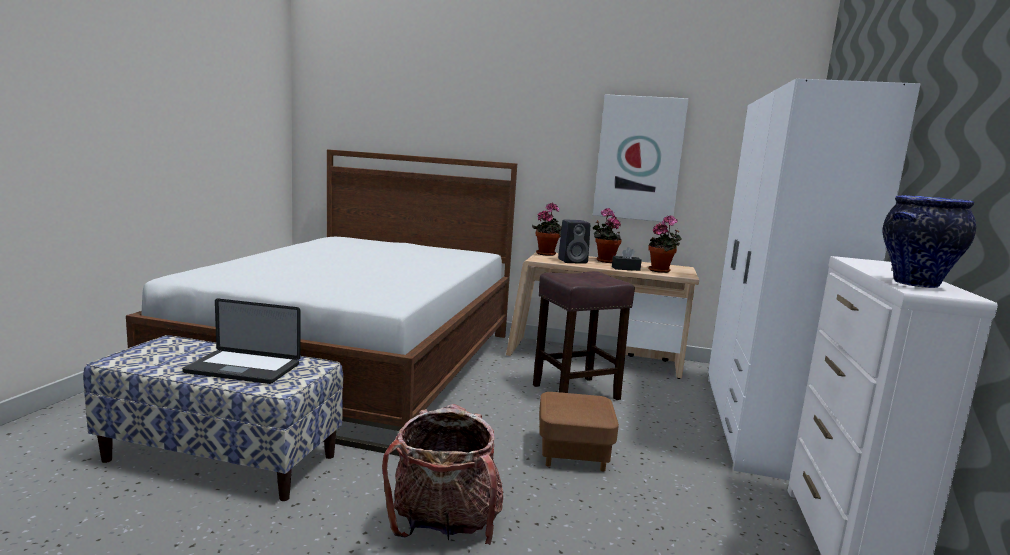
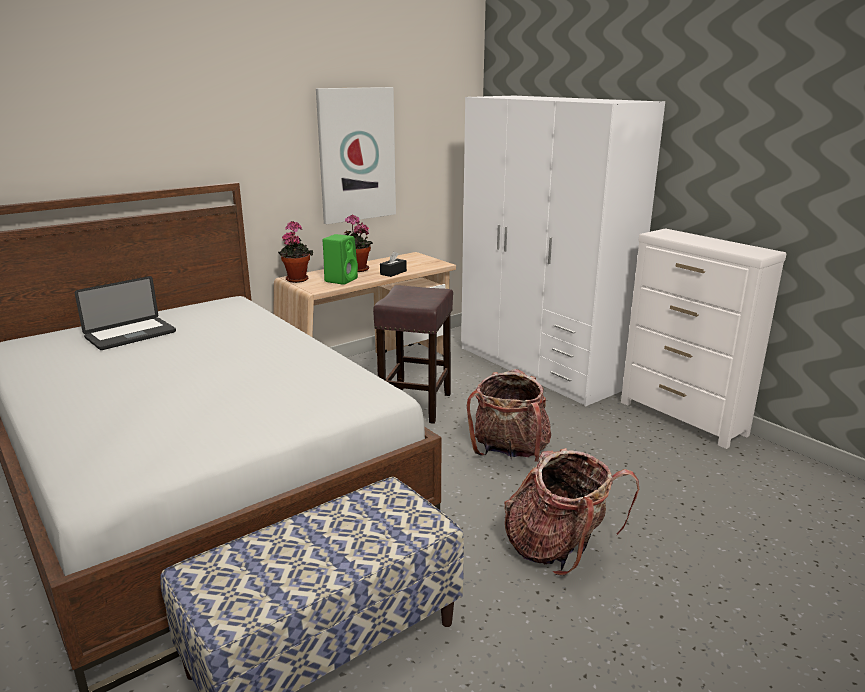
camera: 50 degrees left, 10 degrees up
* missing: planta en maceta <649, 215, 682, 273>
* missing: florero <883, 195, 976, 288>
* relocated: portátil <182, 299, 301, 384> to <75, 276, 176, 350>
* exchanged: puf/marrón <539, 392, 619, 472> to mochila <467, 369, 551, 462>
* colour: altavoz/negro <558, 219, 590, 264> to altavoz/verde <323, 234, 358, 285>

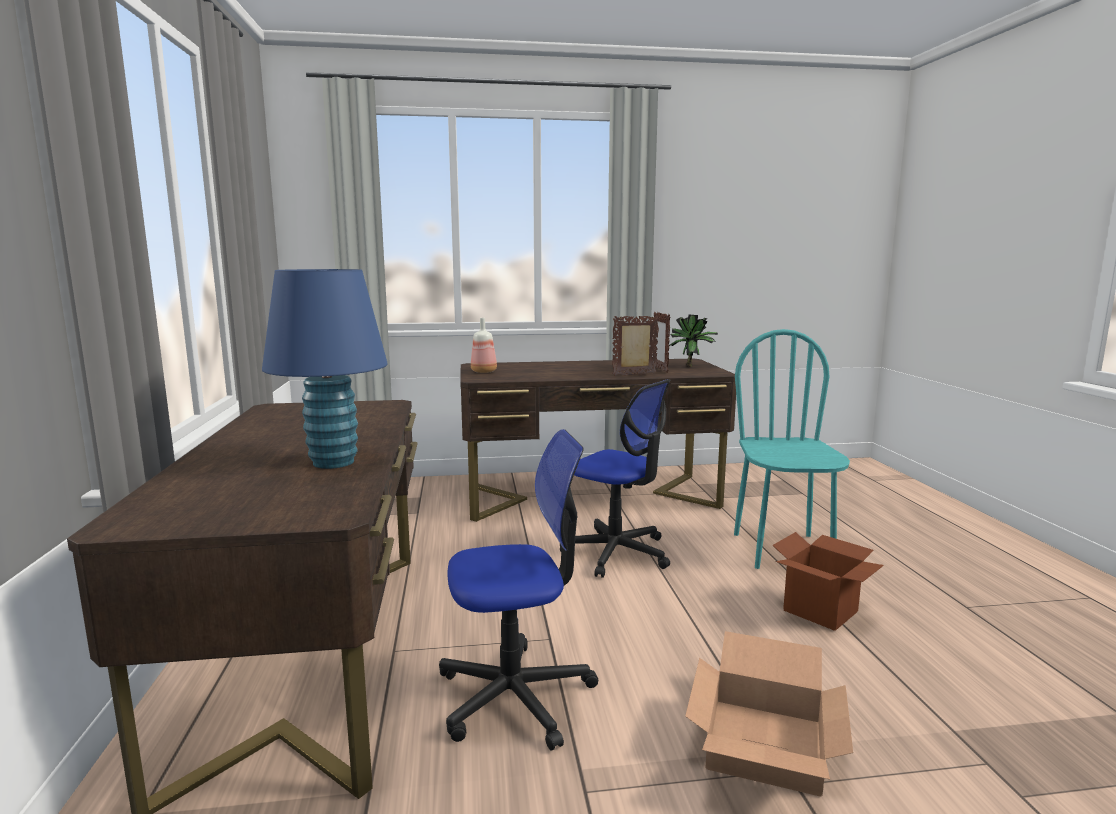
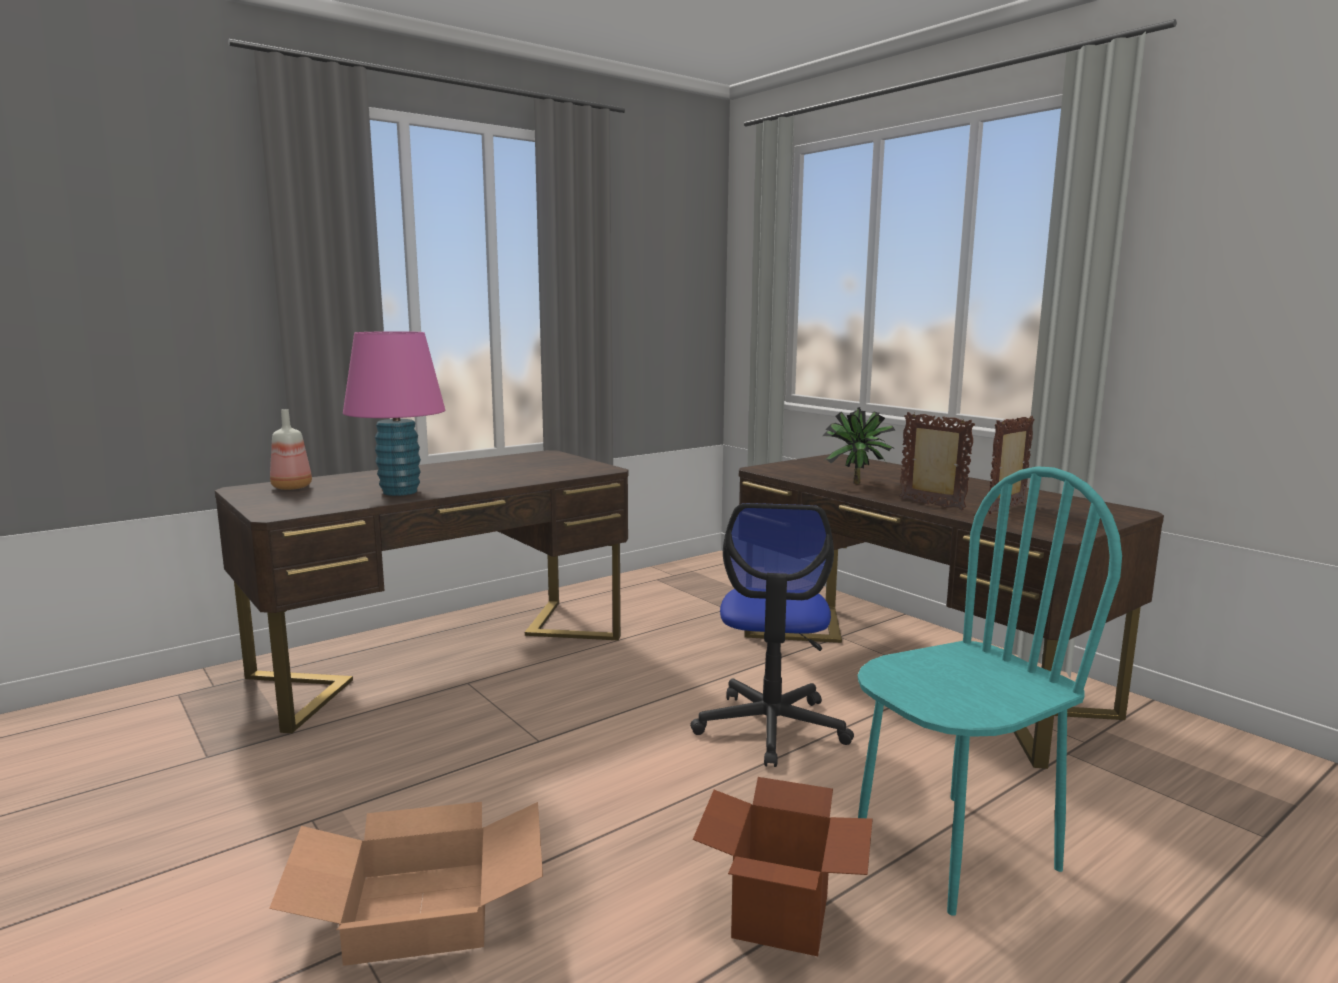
camera: 60 degrees right, 0 degrees up
* missing: silla de oficina <439, 429, 598, 750>
* relocated: botella <471, 318, 497, 373> to <270, 409, 312, 490>
* relocated: planta en maceta <669, 314, 718, 367> to <823, 407, 895, 484>
* colour: lámpara de mesa/azul <262, 269, 388, 469> to lámpara de mesa/rosa <343, 331, 445, 496>

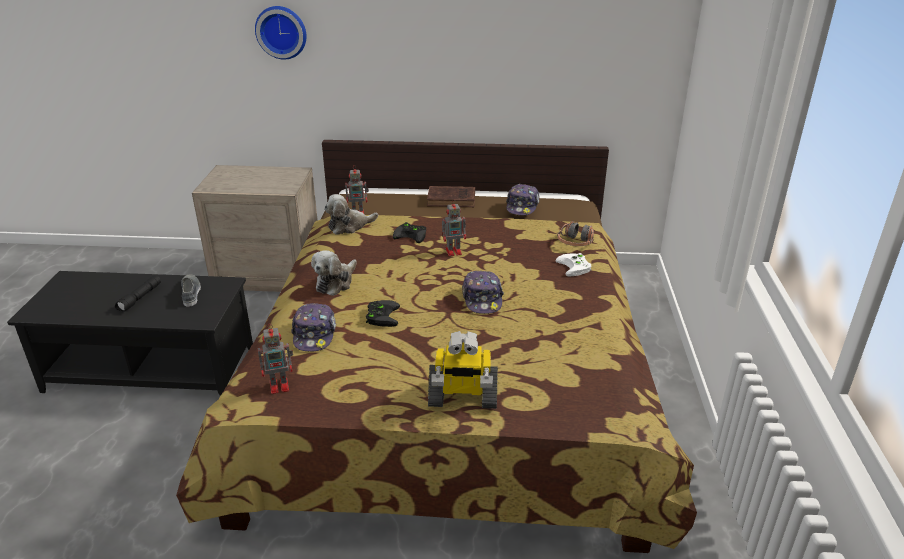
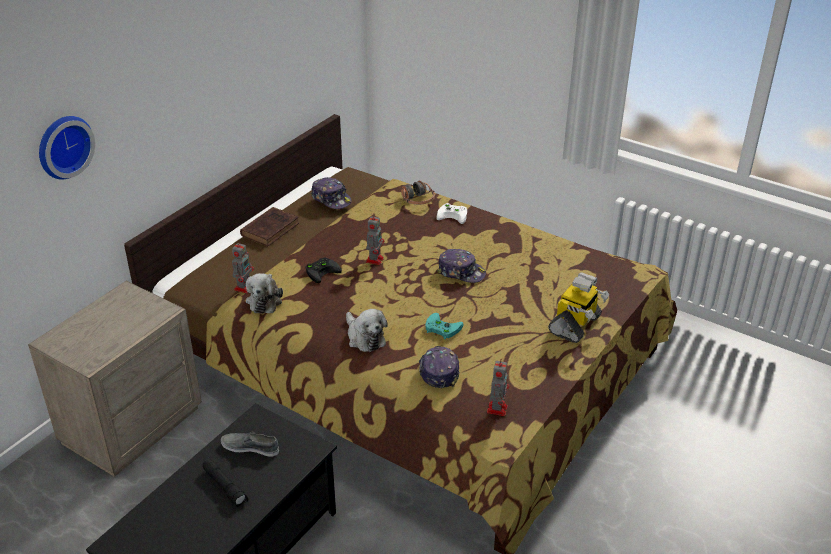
camera: 60 degrees left, 5 degrees up
* colour: mando de consola/negro <366, 300, 400, 327> to mando de consola/turquesa <425, 313, 463, 339>
* spun: gorra <291, 303, 336, 352> = <419, 346, 460, 388> 120 degrees counterclockwise

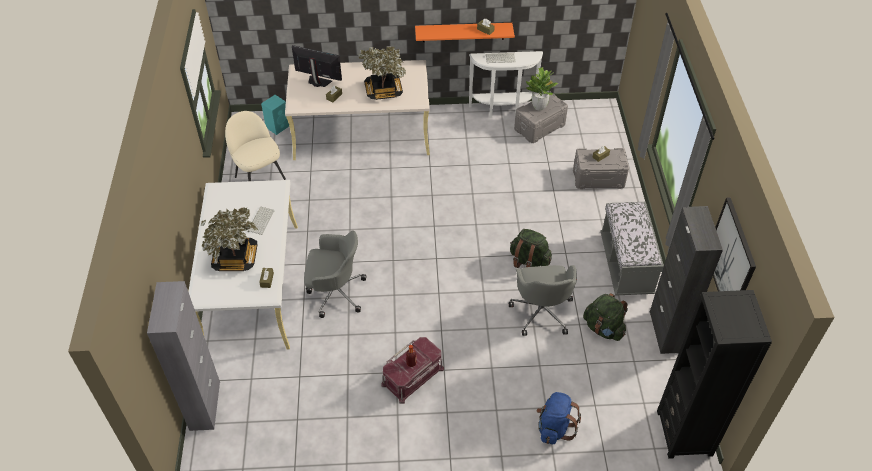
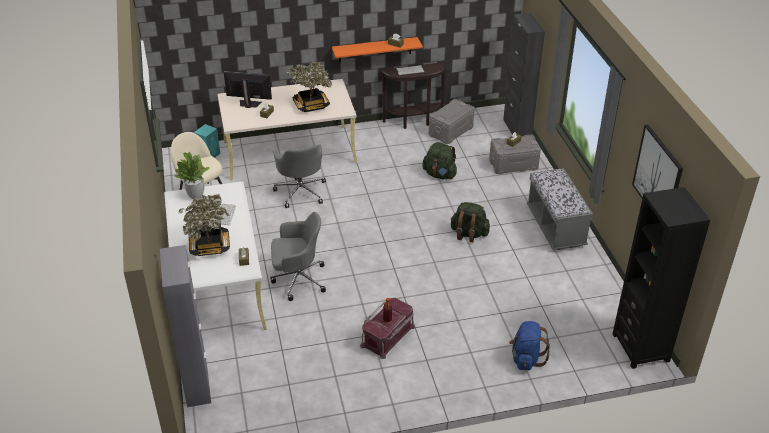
camera: 10 degrees left, 10 degrees down
* relocated: silla de oficina/gris <509, 265, 577, 336> to <273, 145, 326, 208>
* relocated: planta en maceta <526, 67, 558, 111> to <175, 152, 210, 199>
* relocated: mochila/verde <583, 293, 628, 341> to <422, 142, 457, 179>
* relocated: armario/negro <650, 206, 723, 354> to <503, 12, 545, 137>
* colour: mesa consola/blanco <469, 51, 543, 118> to mesa consola/marrón <381, 62, 446, 129>

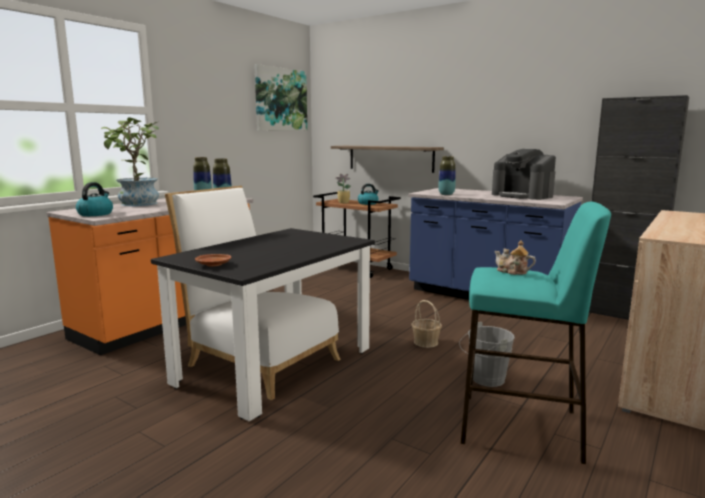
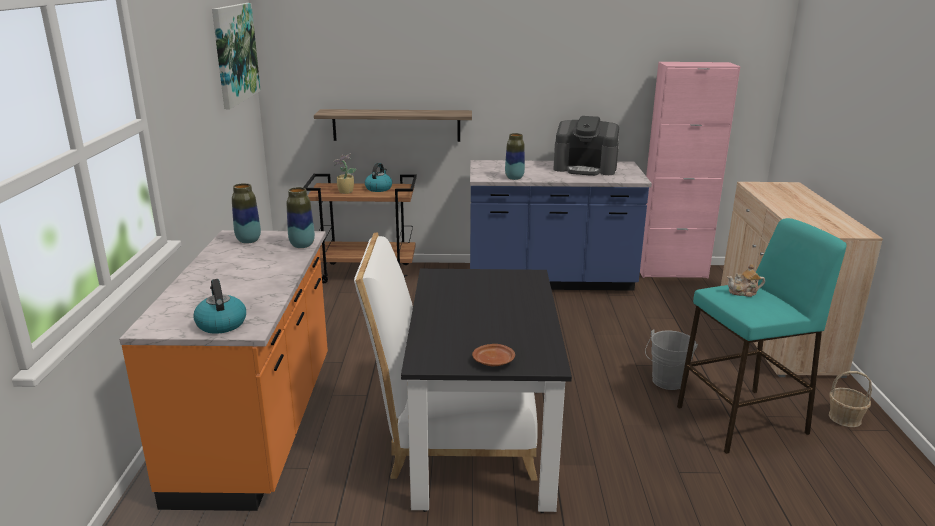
camera: 35 degrees left, 10 degrees up
* missing: planta en maceta <101, 117, 159, 206>
* relocated: cesta <411, 300, 442, 348> to <829, 371, 872, 427>
* colour: armario/negro <589, 95, 689, 320> to armario/rosa <640, 62, 740, 279>

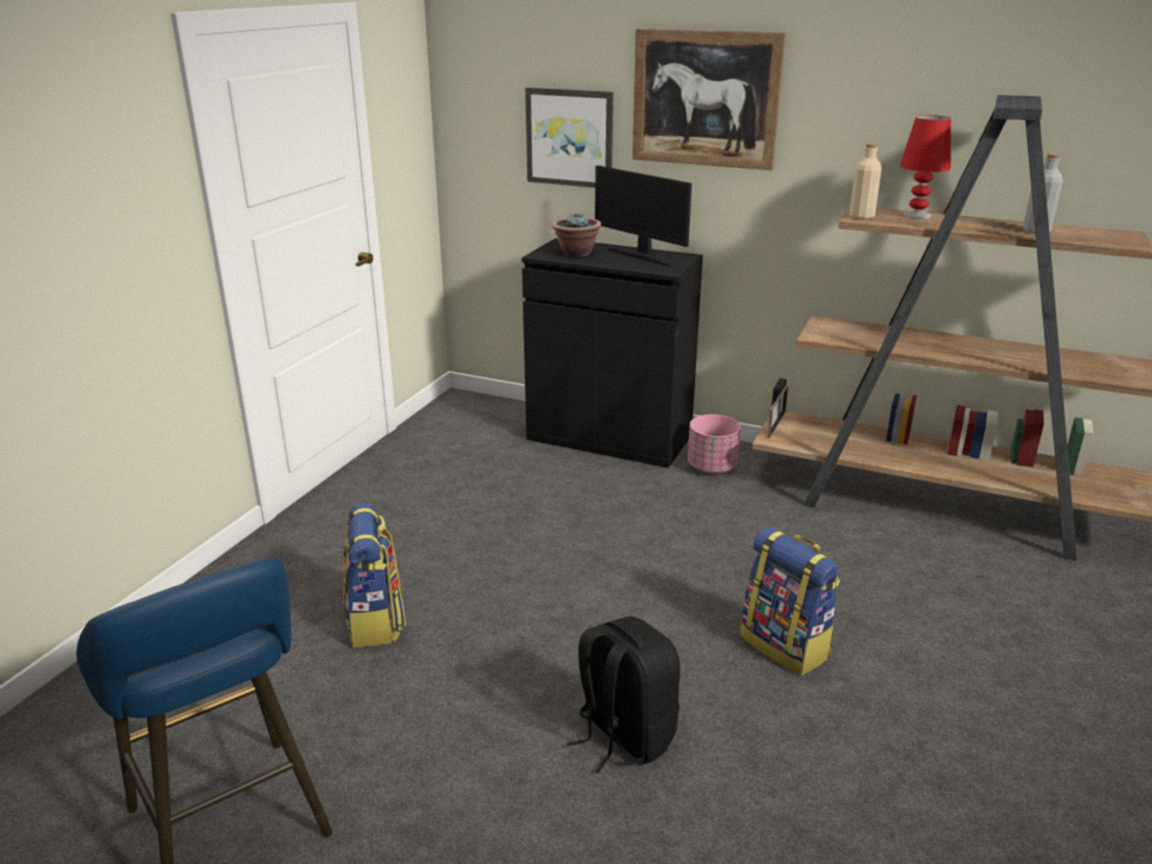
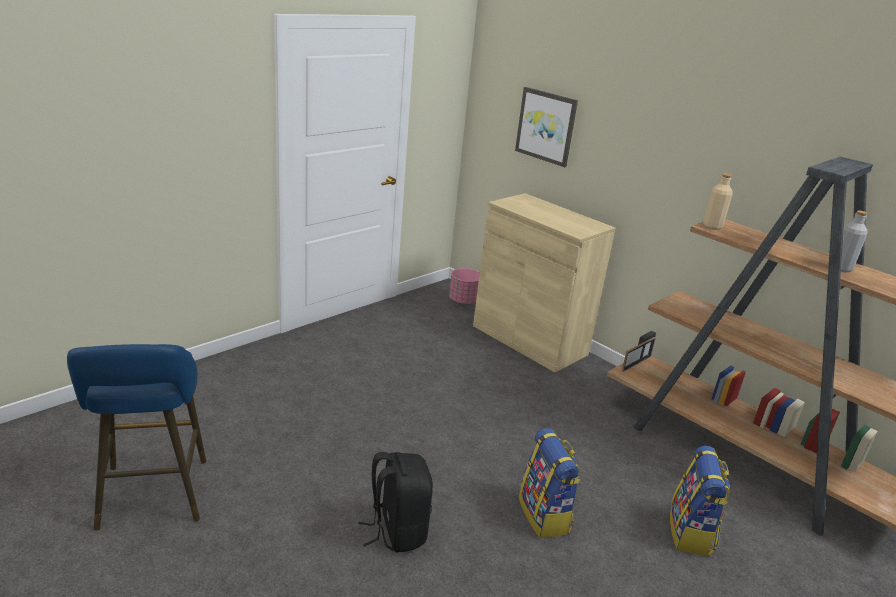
camera: 20 degrees right, 0 degrees up
* missing: planta en maceta <552, 212, 601, 257>
* missing: monitor <595, 165, 692, 266>
* missing: cuadro <632, 29, 786, 170>
* missing: lámpara de mesa/rojo <900, 115, 951, 219>
* relocated: mochila <343, 503, 406, 648> to <670, 446, 730, 556>
* relocated: maceta/rosa <688, 414, 741, 473> to <449, 268, 480, 304>
* colour: armario/negro <522, 238, 703, 468> to armario/beis <473, 193, 616, 372>

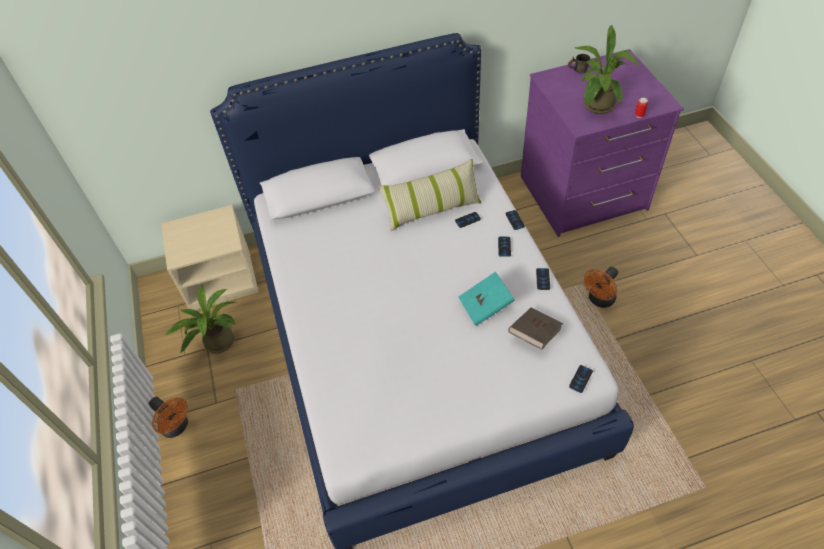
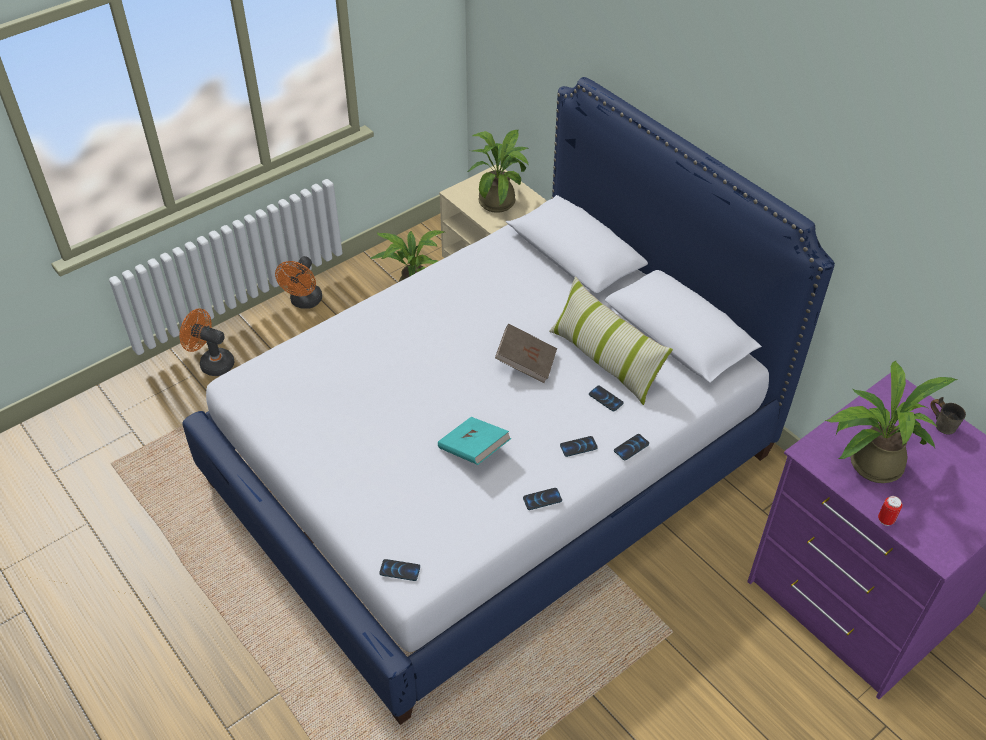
camera: 65 degrees right, 5 degrees down
* appeared: planta en maceta <467, 130, 528, 213>
* relocated: libro/marrón <508, 308, 563, 350> to <495, 324, 557, 383>
* relocated: ventilador/naranja <584, 267, 618, 308> to <179, 308, 235, 376>

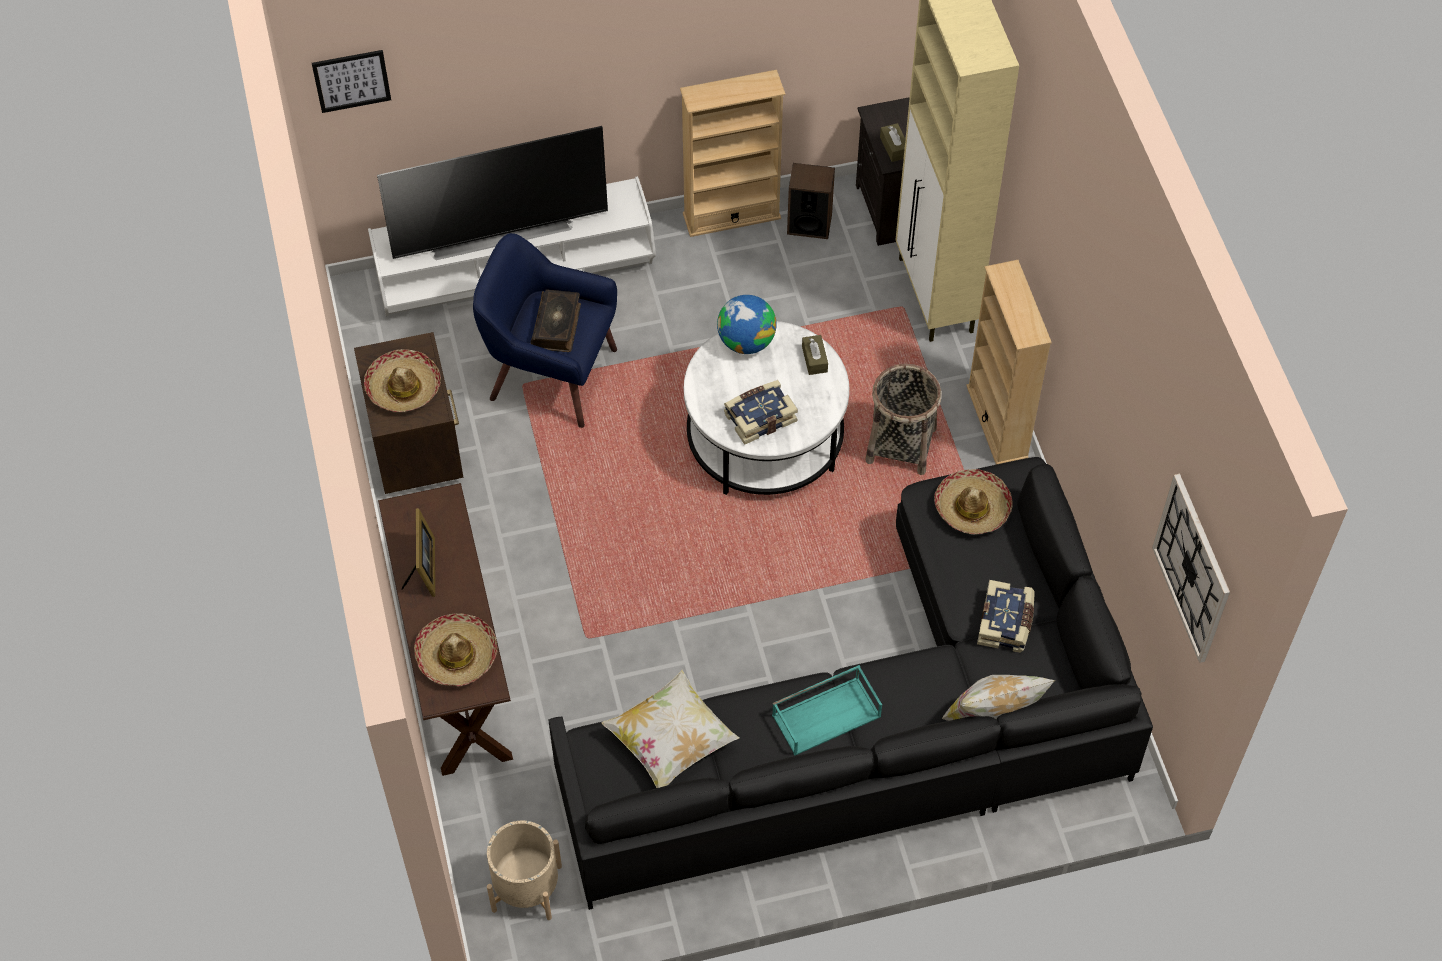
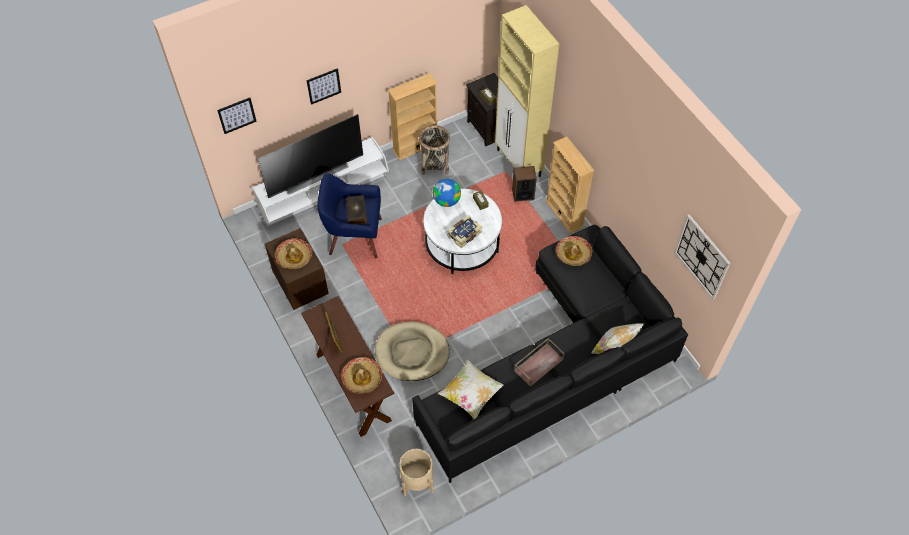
camera: 15 degrees left, 0 degrees up
* missing: libro <977, 580, 1035, 653>
* appeared: cuadro <306, 68, 341, 105>
* appeared: cama para perro/beis <375, 322, 449, 381>
* relocated: altavoz <787, 163, 835, 239> to <512, 166, 537, 202>
* relocated: cesta <865, 364, 942, 475> to <419, 125, 450, 175>
* colour: bandeja/turquesa <772, 665, 882, 756> to bandeja/marrón <514, 338, 565, 387>

